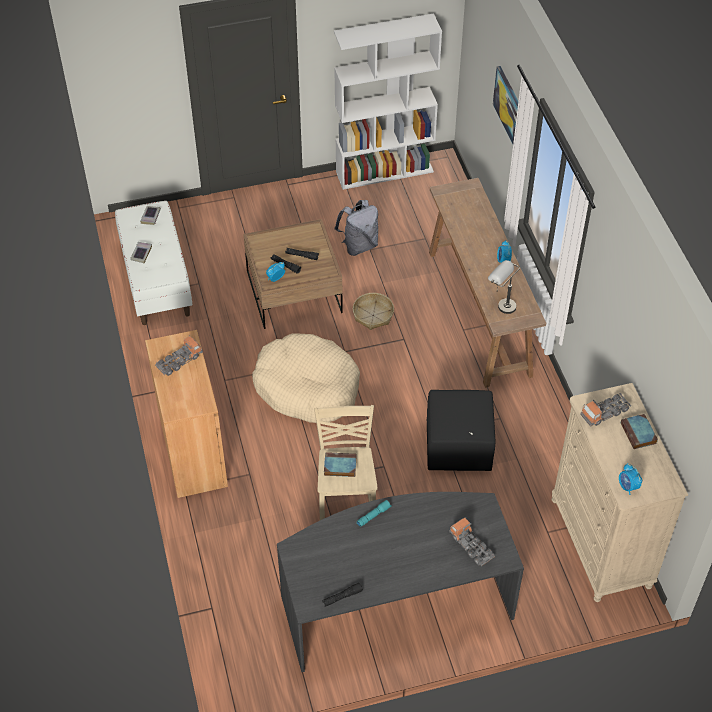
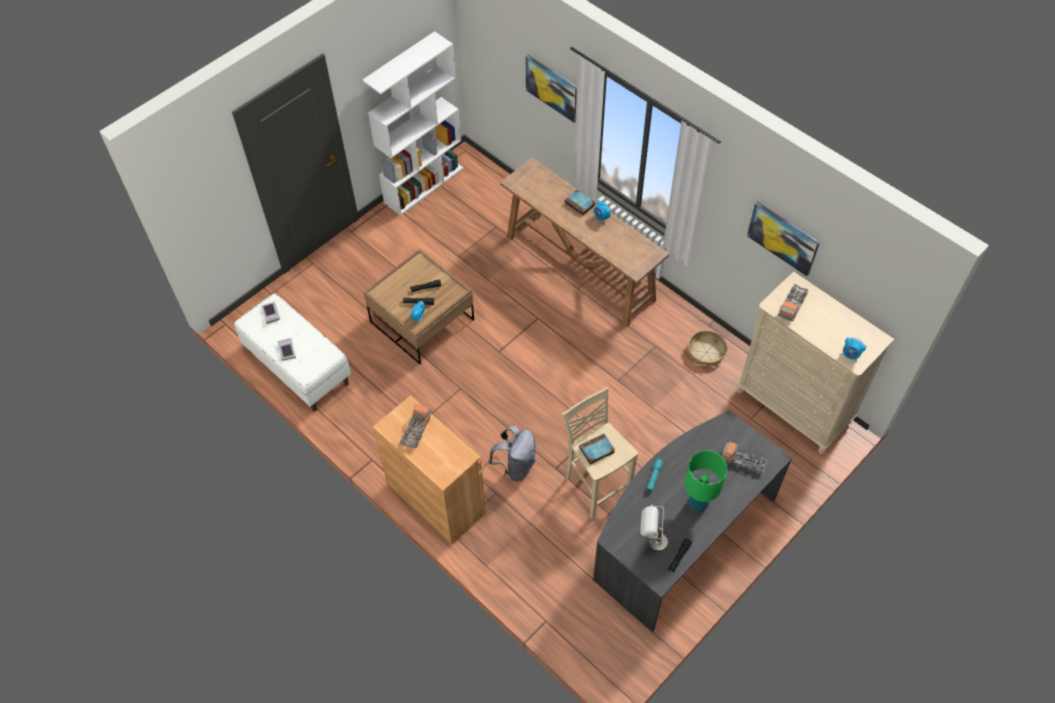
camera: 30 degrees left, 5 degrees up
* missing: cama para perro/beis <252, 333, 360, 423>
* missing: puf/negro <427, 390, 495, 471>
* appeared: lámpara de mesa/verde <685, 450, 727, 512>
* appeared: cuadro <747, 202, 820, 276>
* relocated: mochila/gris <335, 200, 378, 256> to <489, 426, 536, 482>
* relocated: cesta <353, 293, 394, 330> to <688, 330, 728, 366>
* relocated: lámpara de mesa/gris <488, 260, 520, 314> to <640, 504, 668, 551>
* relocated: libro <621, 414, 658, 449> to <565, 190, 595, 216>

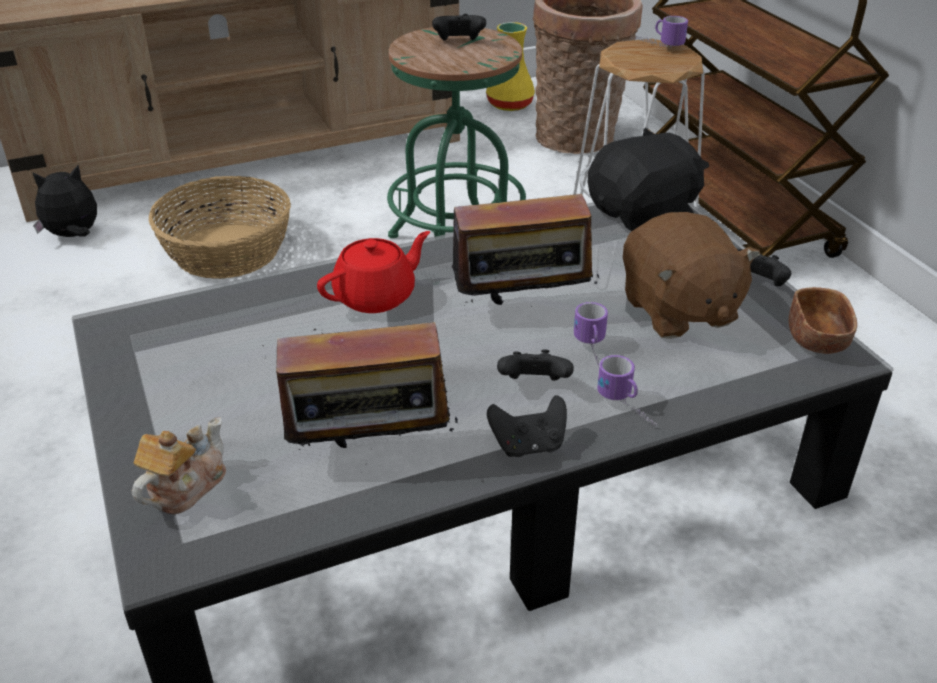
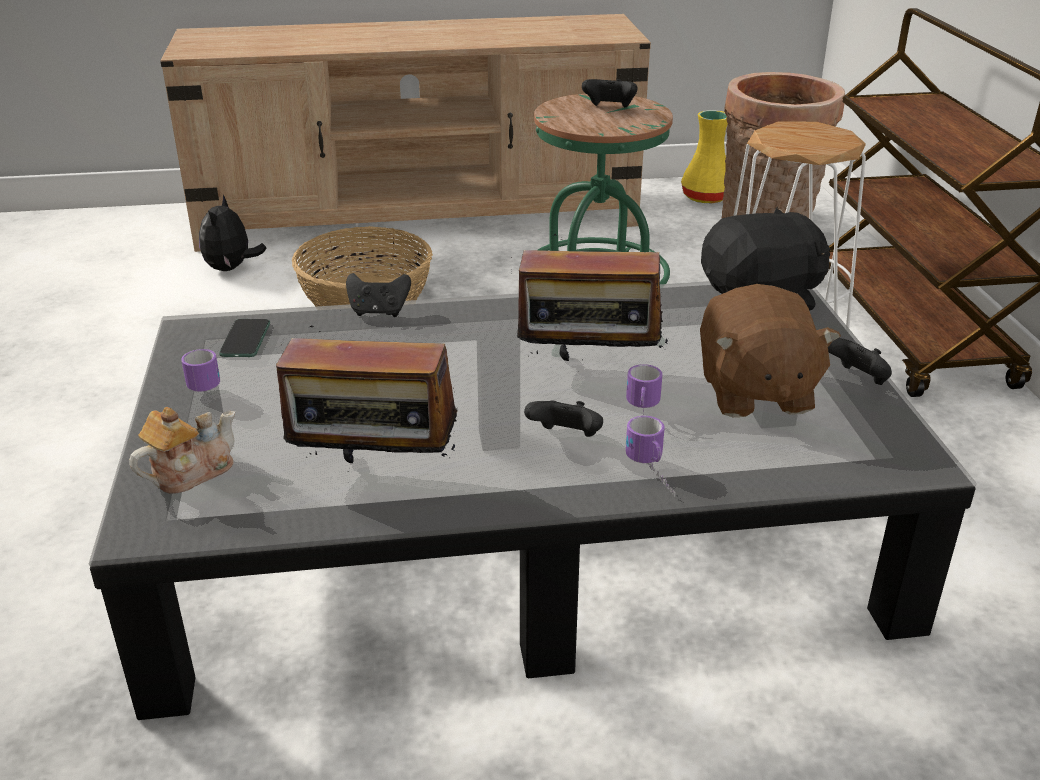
camera: 15 degrees right, 5 degrees down
* missing: tetera/rojo <317, 231, 430, 313>
* missing: cuenco/marrón <789, 287, 857, 354>
* appeared: móvil <219, 319, 270, 357>
* relocated: mando de consola/negro <487, 395, 567, 457> to <346, 273, 411, 317>
* relocated: taza grande <636, 16, 688, 48> to <181, 349, 220, 391>
* spun: peluche <32, 165, 97, 237> = <199, 195, 267, 271> 75 degrees counterclockwise

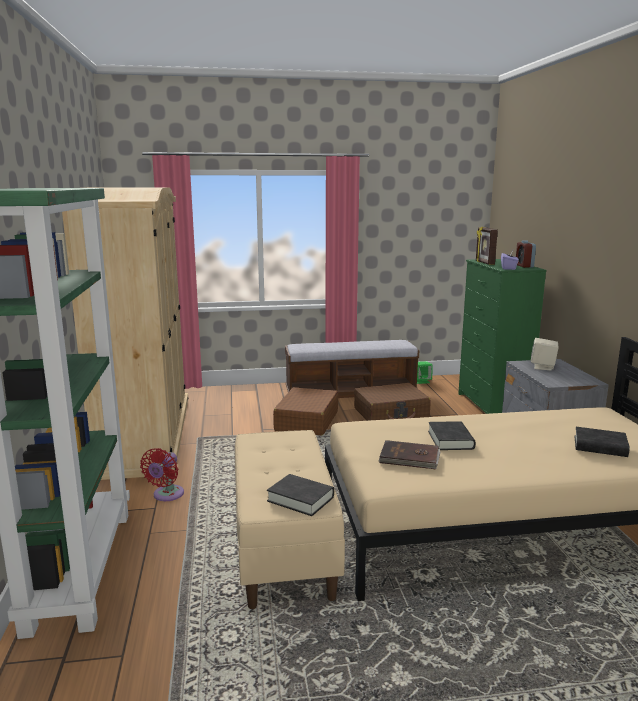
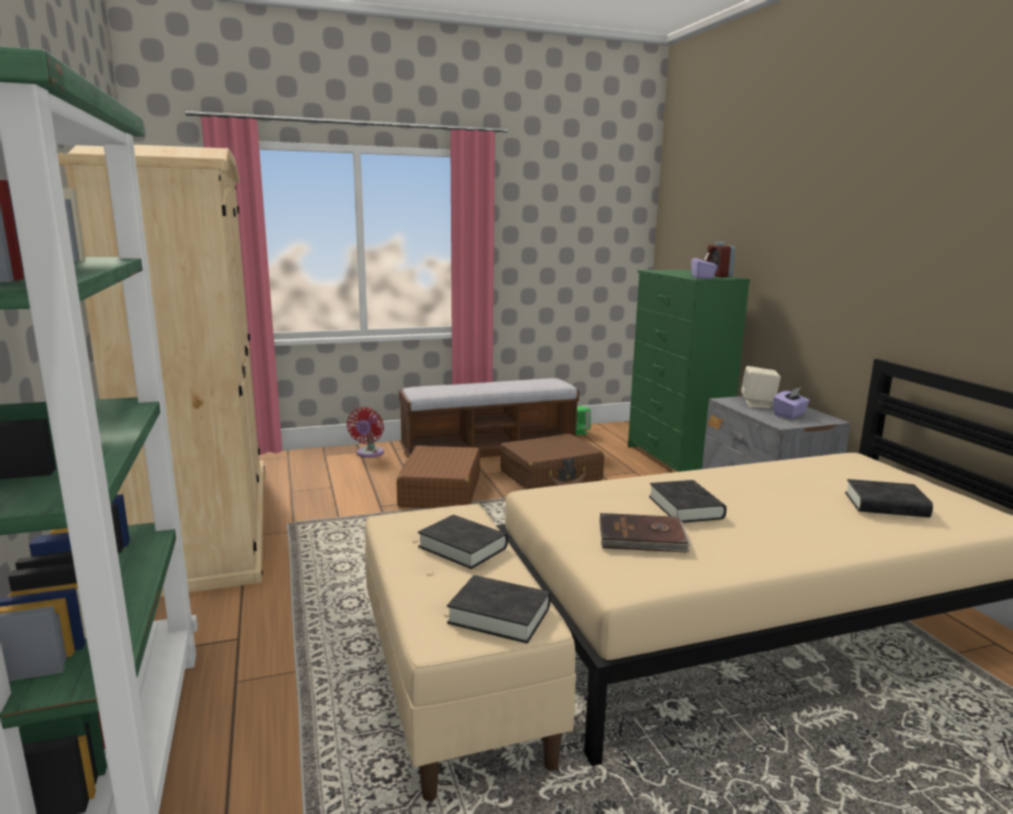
camera: 10 degrees left, 0 degrees up
* missing: portarretratos <476, 227, 498, 265>
* appeared: libro/negro <418, 515, 508, 569>
* appeared: caja de pañuelos/morado <773, 387, 810, 419>
* relocated: ventilador/rojo <140, 448, 184, 501> to <347, 407, 384, 457>

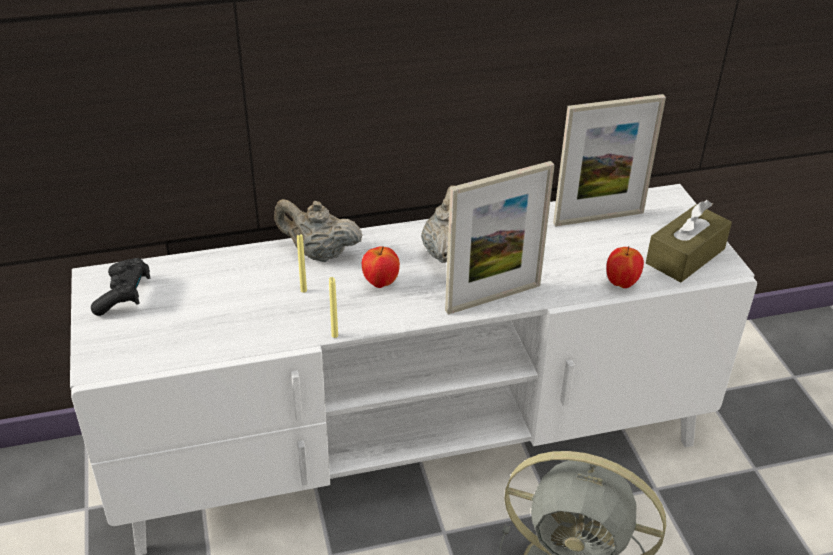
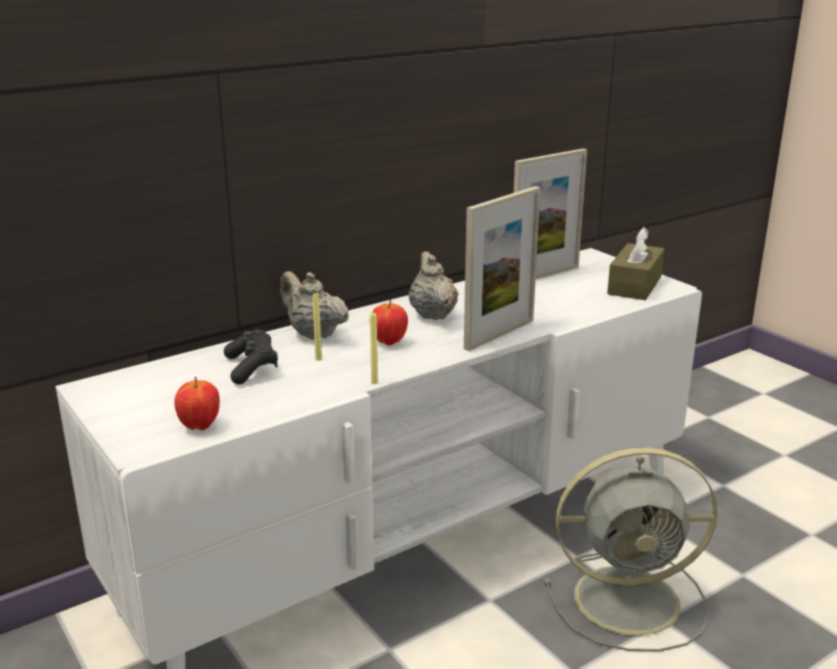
camera: 20 degrees left, 15 degrees down
* relocated: mando de consola/negro <91, 258, 150, 316> to <224, 329, 278, 385>
* relocated: manzana <606, 246, 644, 288> to <175, 377, 220, 430>
* spun: tetera/beis <274, 199, 362, 262> = <280, 271, 349, 340> 45 degrees clockwise

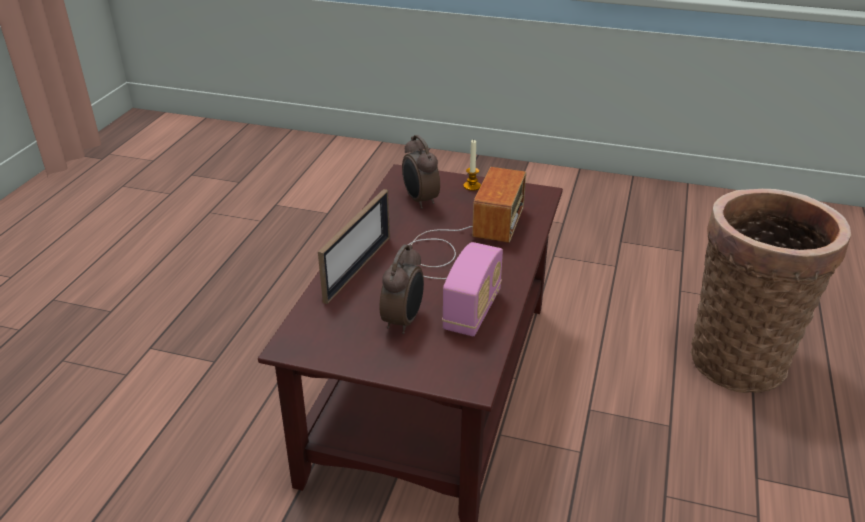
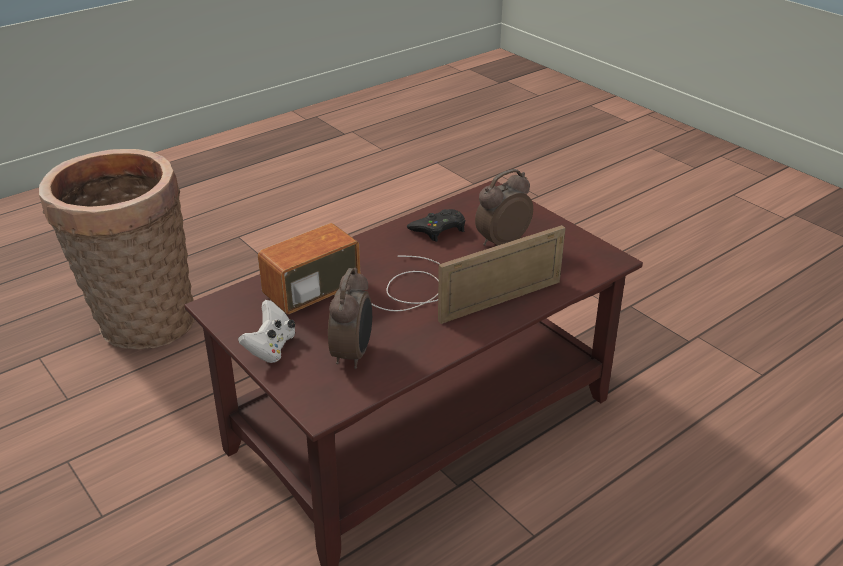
camera: 145 degrees left, 0 degrees up
* exchanged: radio <442, 242, 503, 336> to mando de consola/negro <407, 209, 465, 242>
* exchanged: vela <464, 140, 481, 191> to mando de consola/blanco <238, 300, 295, 363>

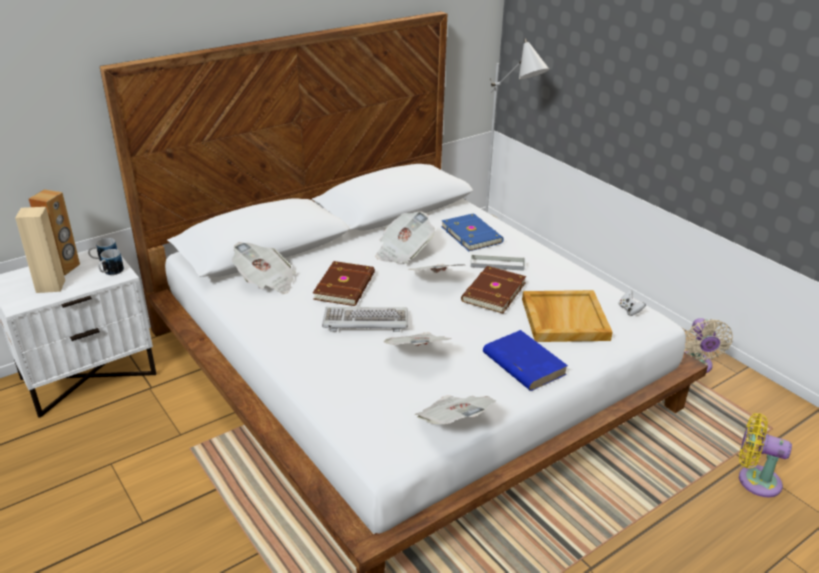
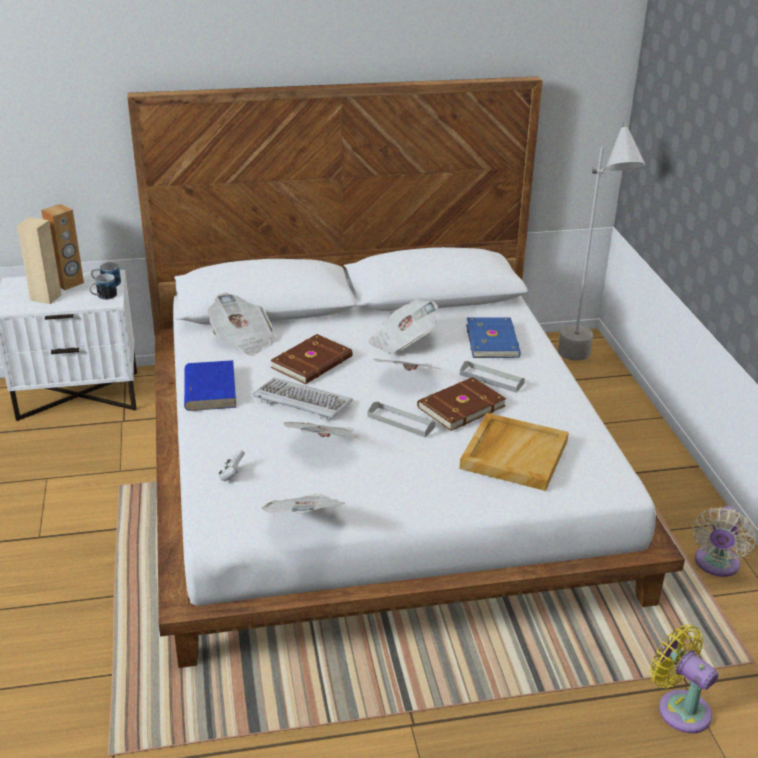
camera: 25 degrees right, 0 degrees up
* appeared: bandeja/gris <367, 402, 435, 437>
* relocated: libro/azul <483, 330, 568, 391> to <184, 360, 236, 411>
* relocated: mando de consola/blanco <619, 290, 646, 316> to <219, 450, 245, 481>

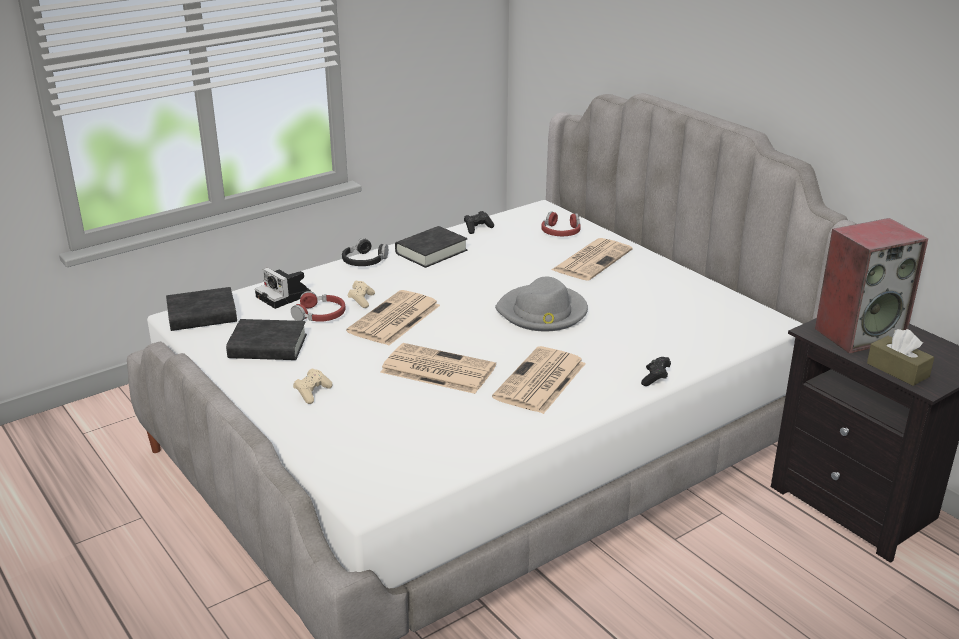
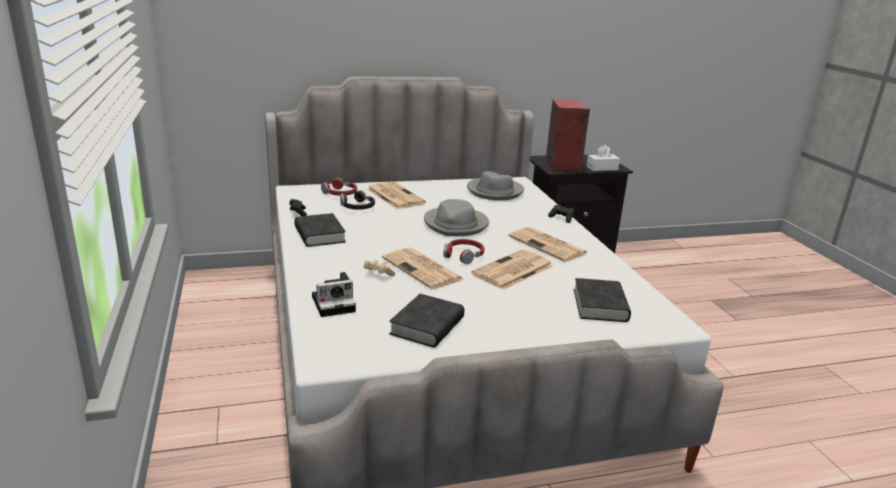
camera: 70 degrees left, 5 degrees down
* missing: mando de consola/beis <293, 368, 333, 404>
* appeared: sombrero/gris <467, 171, 524, 200>
* relocated: libro/negro <166, 287, 237, 331> to <574, 278, 631, 322>
* relocated: auriculares/rojo <291, 291, 345, 322> to <443, 239, 484, 264>
* relocated: auriculares/negro <342, 238, 388, 266> to <340, 190, 375, 210>
* colour: caja de pañuelos/marrón <867, 329, 934, 386> to caja de pañuelos/blanco <586, 145, 620, 171>

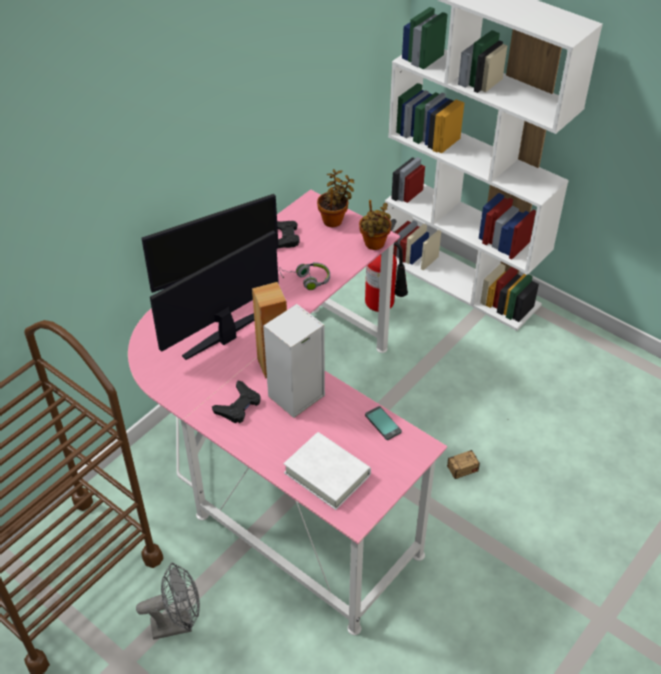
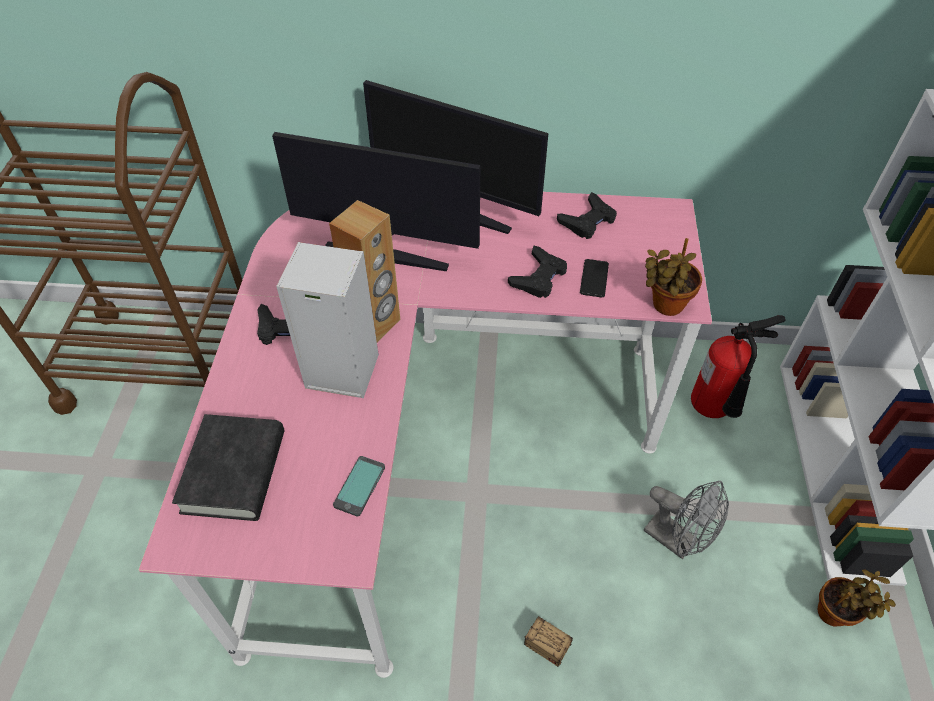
camera: 55 degrees right, 5 degrees up
* appeared: móvil <580, 259, 609, 297>
* relocated: ventilador/gris <136, 563, 200, 640> to <644, 481, 729, 559>
* relocated: planta en maceta <317, 169, 354, 227> to <818, 569, 896, 626>
* exchanged: auriculares/gris <279, 262, 330, 290> to mando de consola/negro <508, 246, 567, 298>
* colour: libro/blanco <284, 432, 371, 510> to libro/negro <172, 414, 284, 521>

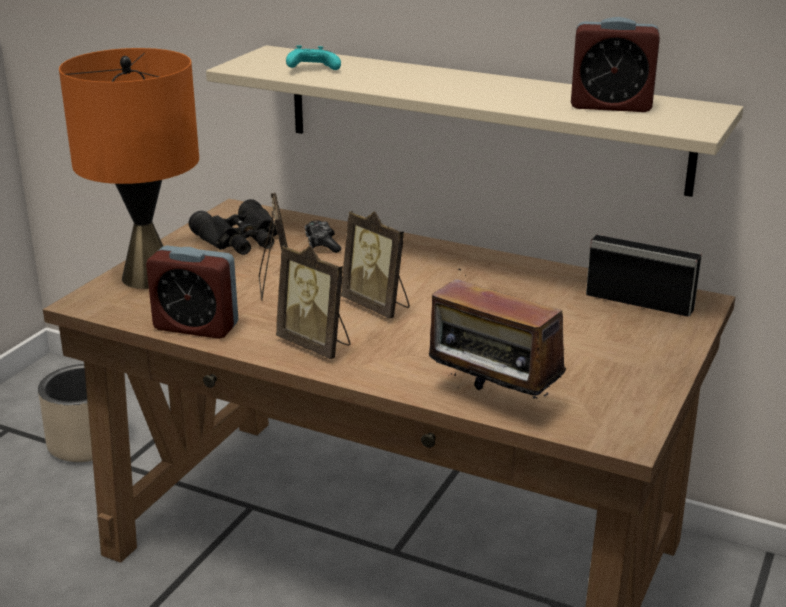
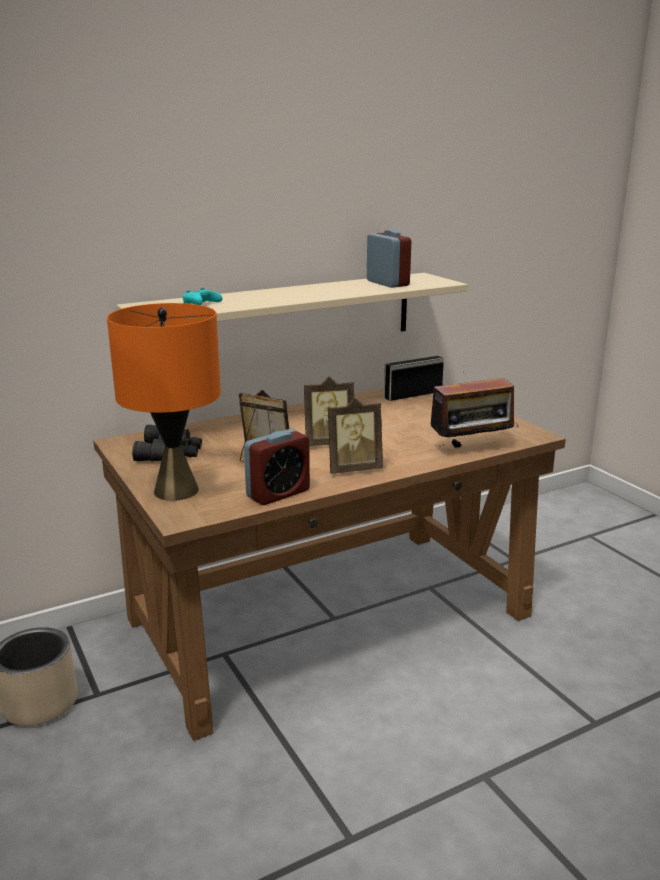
camera: 55 degrees left, 5 degrees down
* missing: mando de consola <304, 221, 341, 253>
* spun: despertador <571, 17, 660, 112> = <367, 229, 411, 288> 75 degrees counterclockwise

